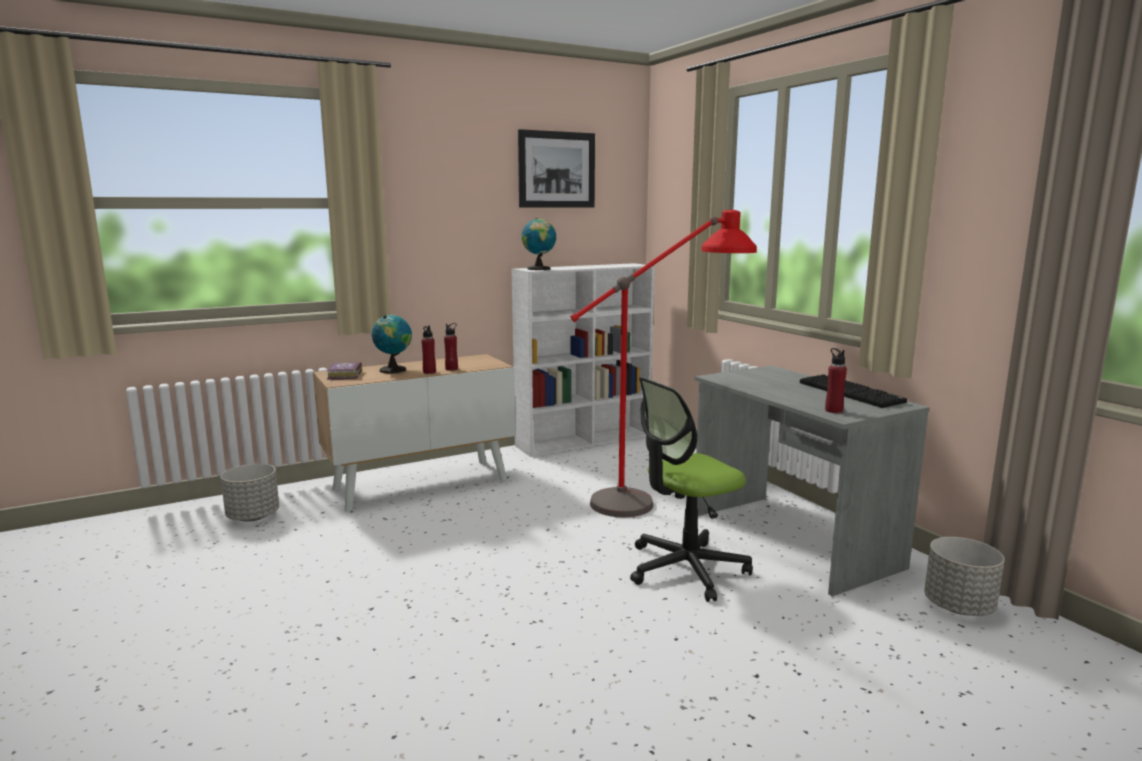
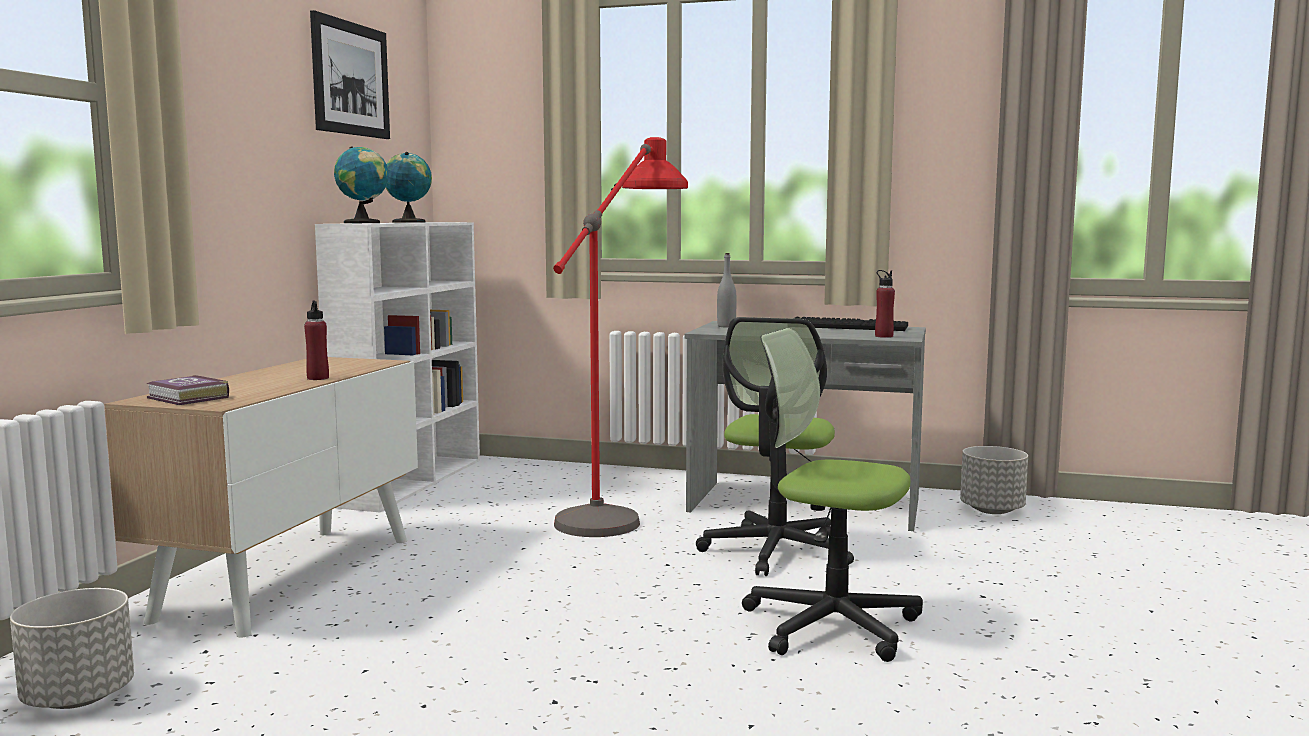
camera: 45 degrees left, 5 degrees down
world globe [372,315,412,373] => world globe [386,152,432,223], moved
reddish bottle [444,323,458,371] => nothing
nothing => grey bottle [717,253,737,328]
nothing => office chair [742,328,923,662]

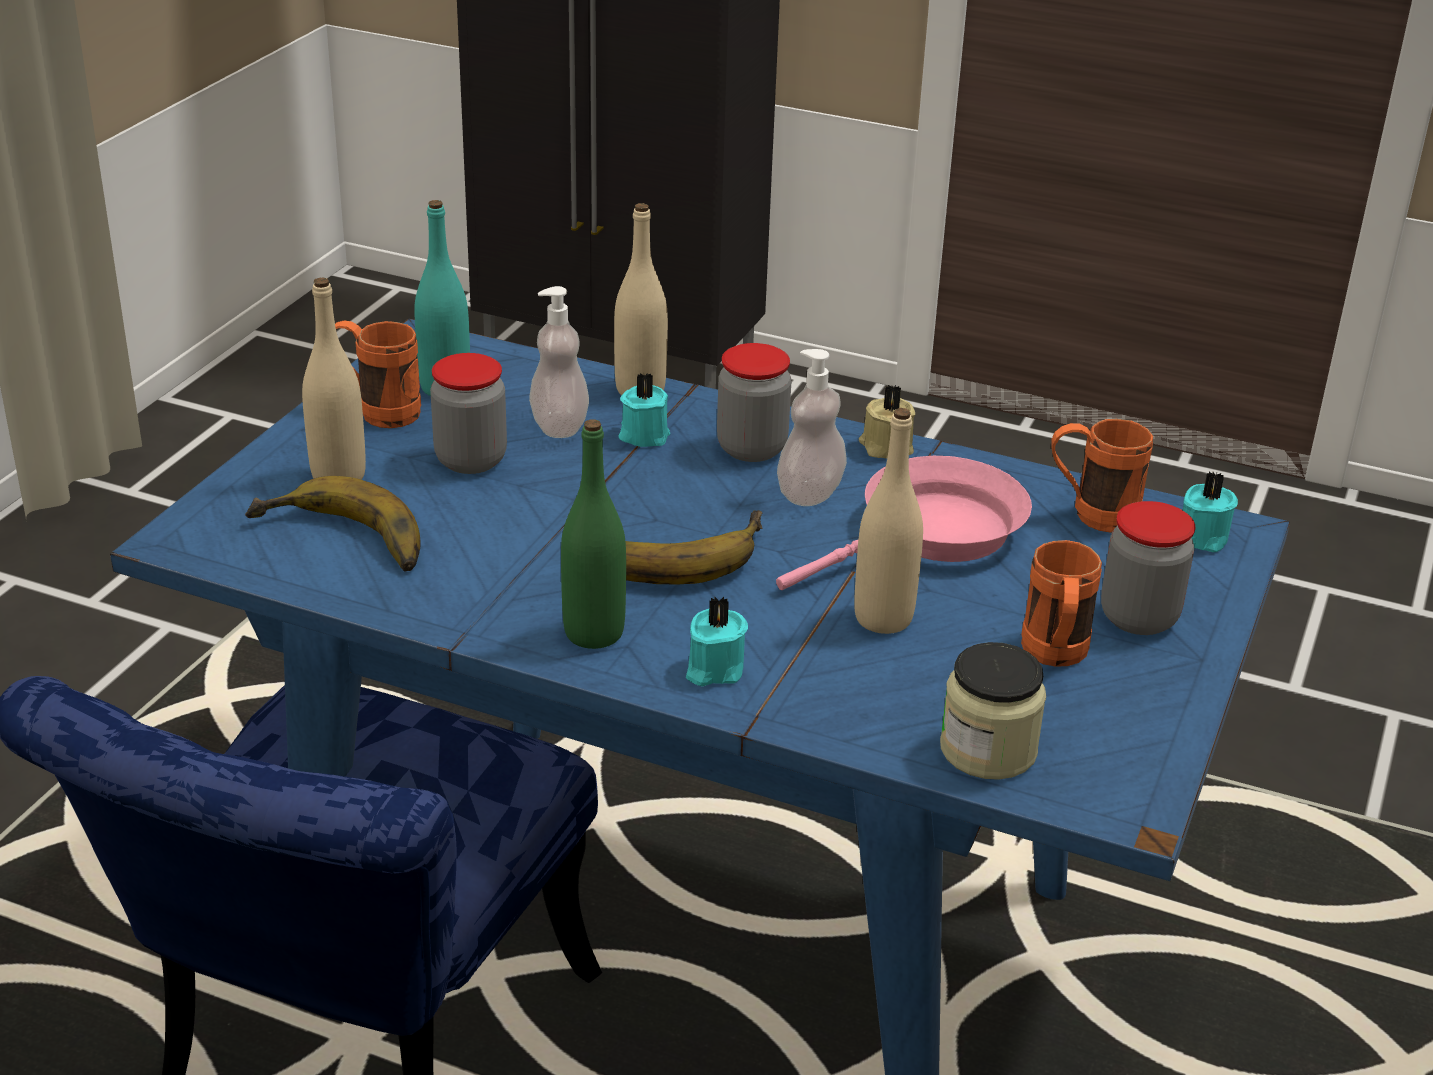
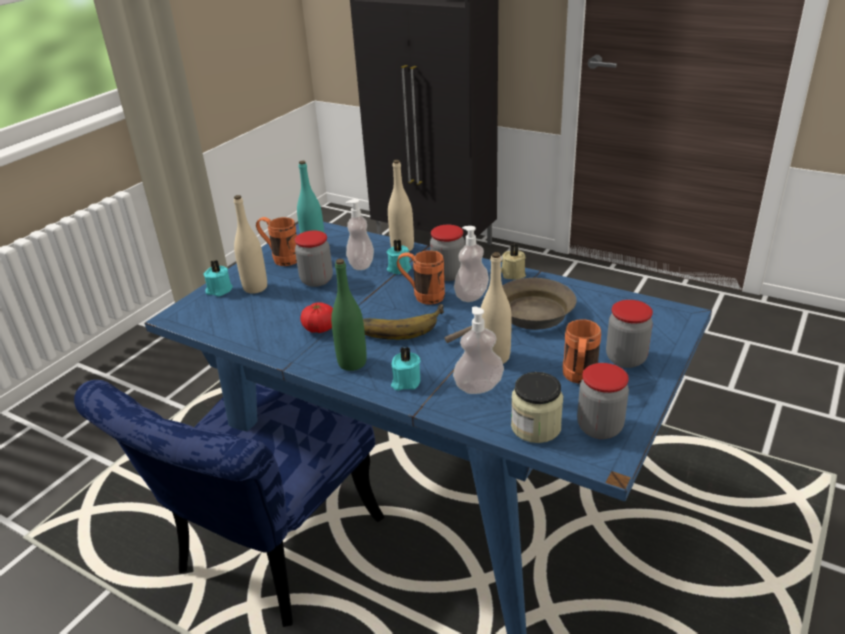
camera: 10 degrees right, 0 degrees up
whole banana [245,476,421,572] => nothing
pink-coloured pan [776,456,1032,590] => brownish pan [445,278,577,343]
orange tea mug [1051,419,1153,533] => orange tea mug [397,250,445,305], moved
turquoise candle [1183,472,1238,552] => turquoise candle [203,260,233,296], moved
nothing => whole tomato [300,302,333,333]
nothing => liquid soap bottle [453,306,504,394]
nothing => storage jar [577,363,629,439]

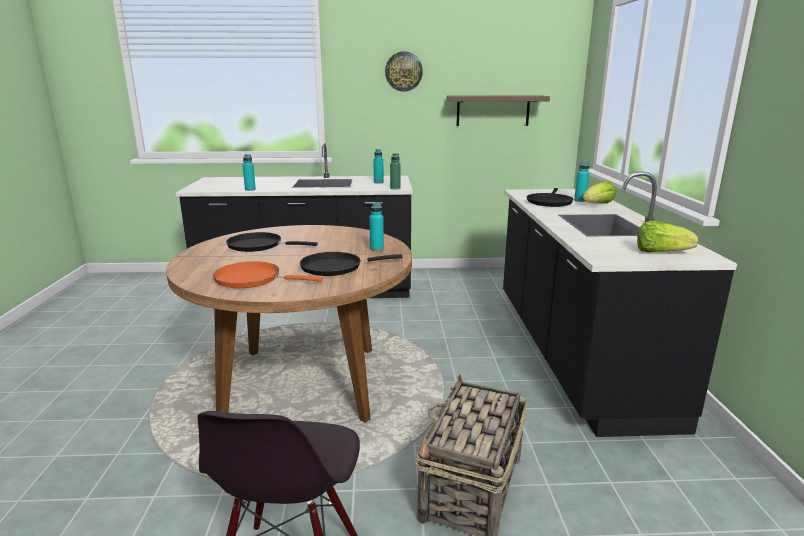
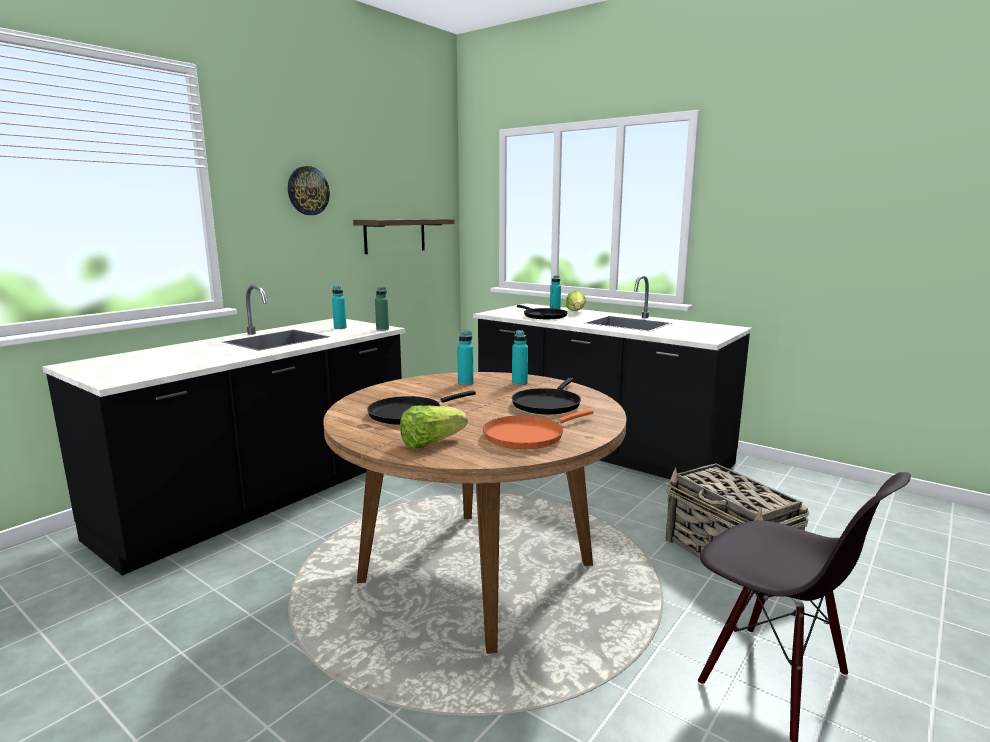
camera: 50 degrees left, 5 degrees down
turquoise bottle [243,154,256,191] => turquoise bottle [457,331,474,385], moved
head of lettuce [637,220,698,253] => head of lettuce [400,406,468,449], moved

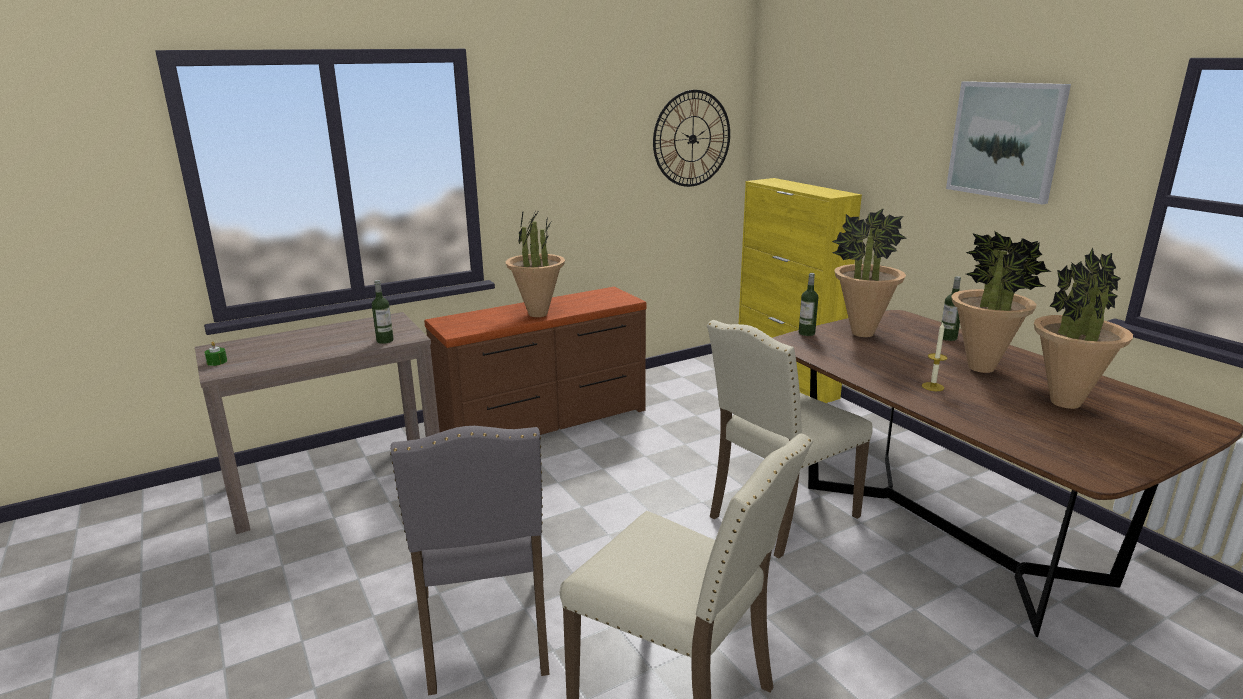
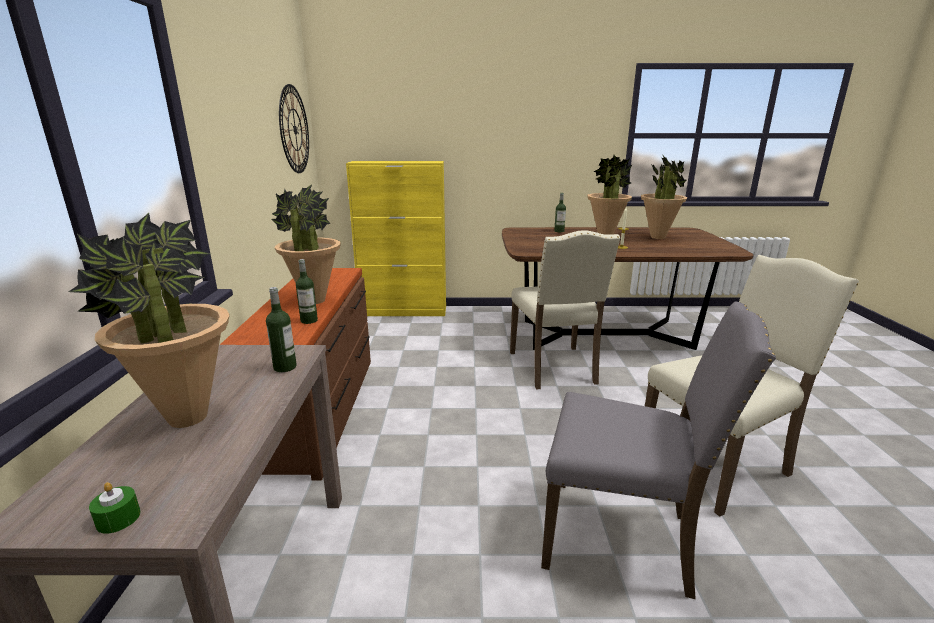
camera: 60 degrees left, 0 degrees up
bottle [799,273,818,336] => bottle [296,259,318,324], moved
potted plant [832,208,906,337] => potted plant [69,213,230,428], moved
picture [946,81,1071,205] => nothing

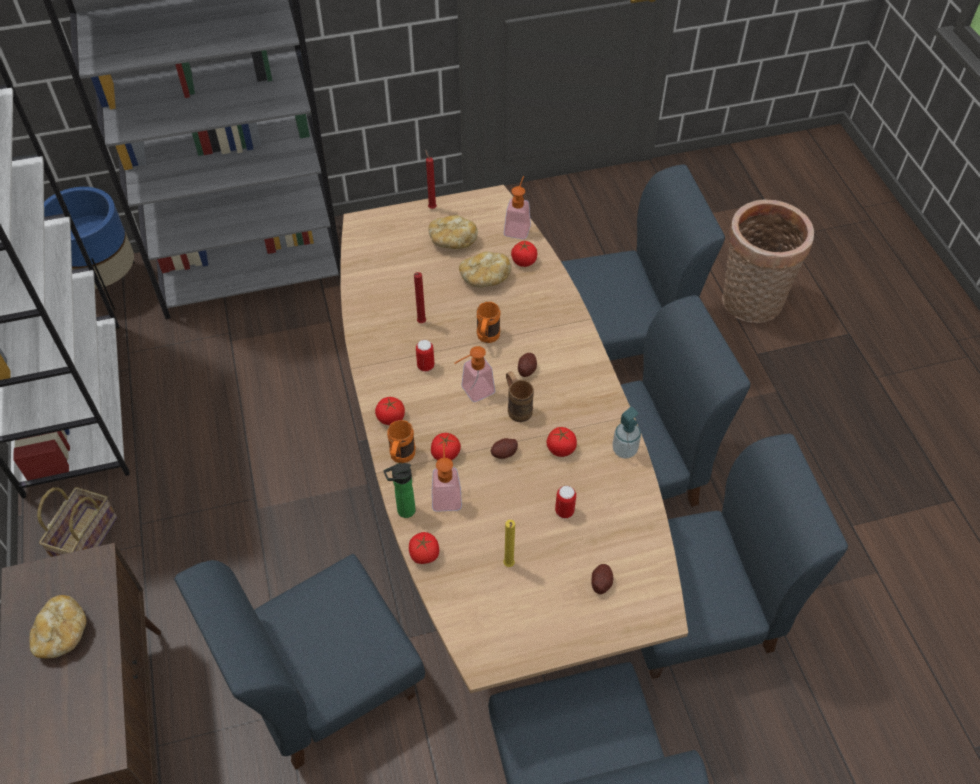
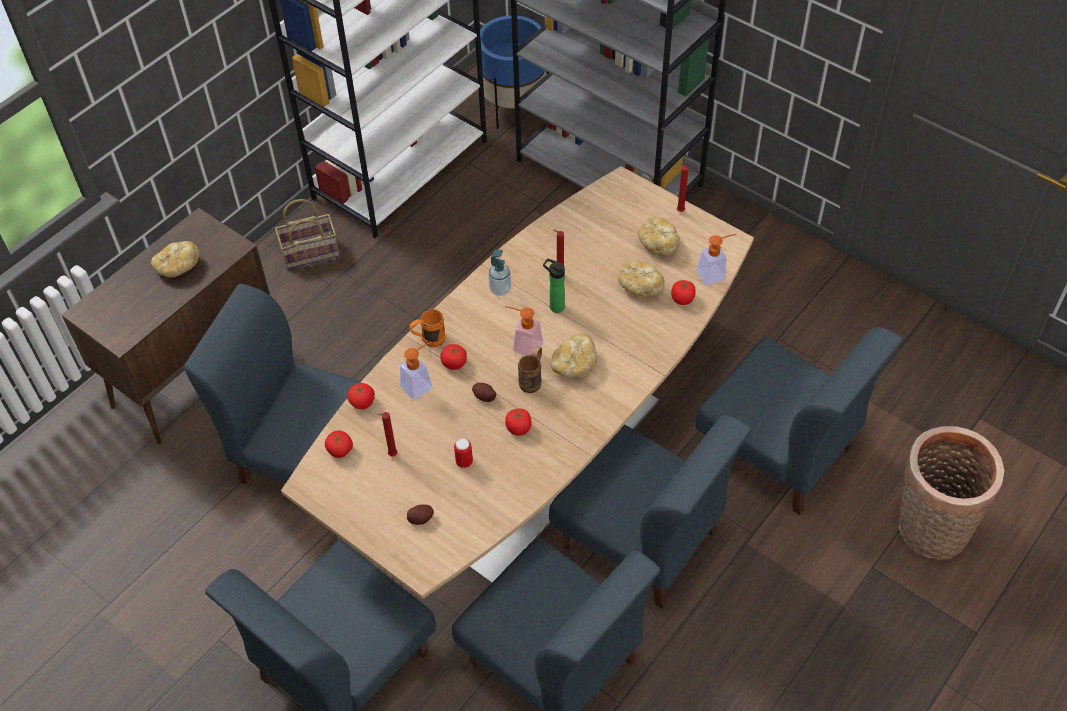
camera: 55 degrees right, 0 degrees up
whole tomato [375,397,405,425] => whole tomato [325,430,353,458], moved
bottle [384,463,416,518] => bottle [543,258,565,313], moved
metal can [416,340,434,372] => nothing
orange tea mug [477,302,500,343] => nothing
yellow candle [503,520,515,567] => reddish candle [377,412,398,457]
potato [518,353,537,377] => bakery bread [550,333,597,378]
liquid soap bottle [612,407,641,459] => liquid soap bottle [488,250,511,296], moved

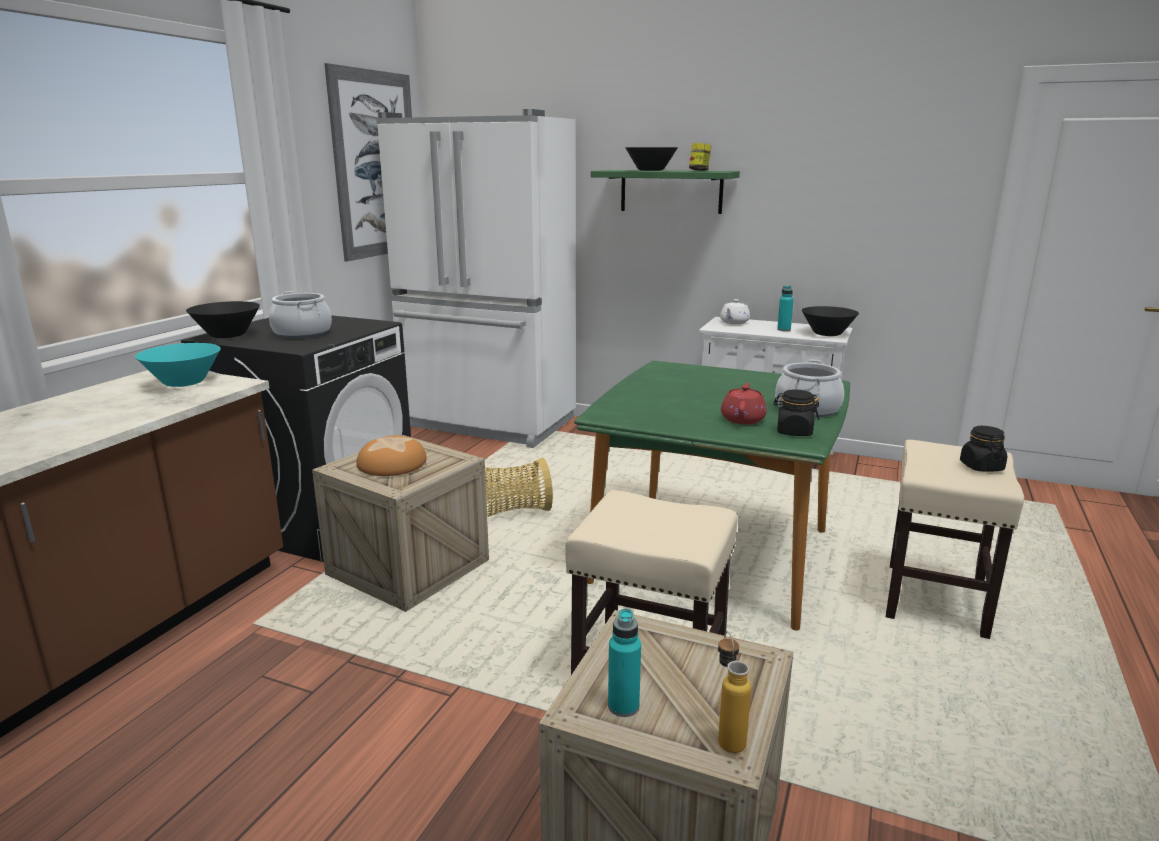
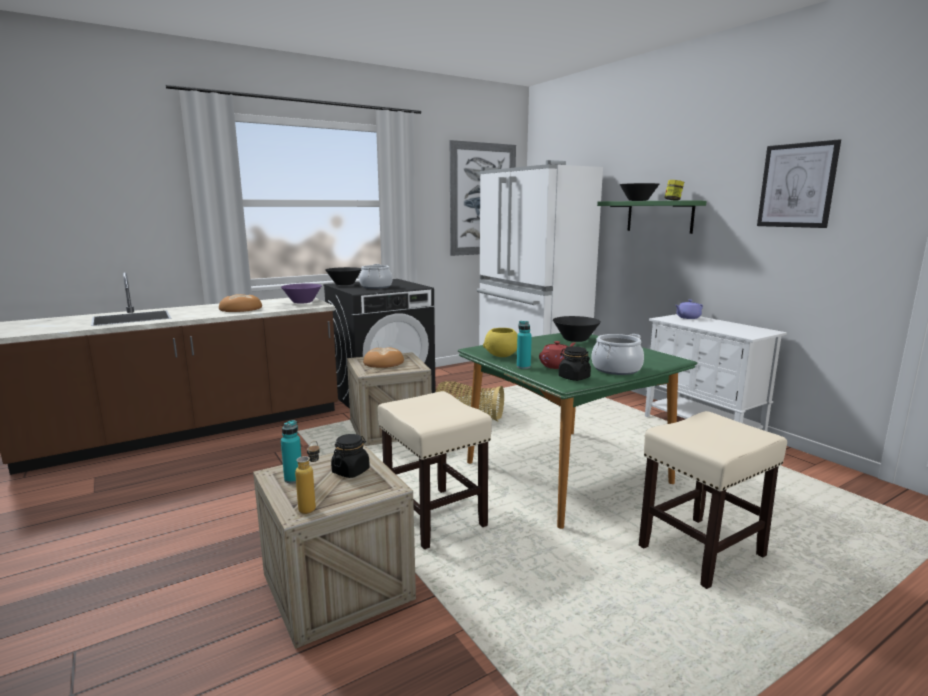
camera: 35 degrees right, 5 degrees down
turquoise deep dish [135,343,221,387] => purple deep dish [281,283,322,304]
white pot for tea [720,299,750,324] => purple pot for tea [675,300,703,319]
turquoise bottle [777,286,794,331] => turquoise bottle [517,321,532,369], moved
black deep dish [802,306,859,336] => black deep dish [553,316,601,342], moved
black storage jar [960,426,1007,472] => black storage jar [331,434,370,478], moved
nothing => bakery bread [219,294,262,312]
nothing => yellow deep dish [483,328,518,357]
nothing => picture [757,139,841,228]

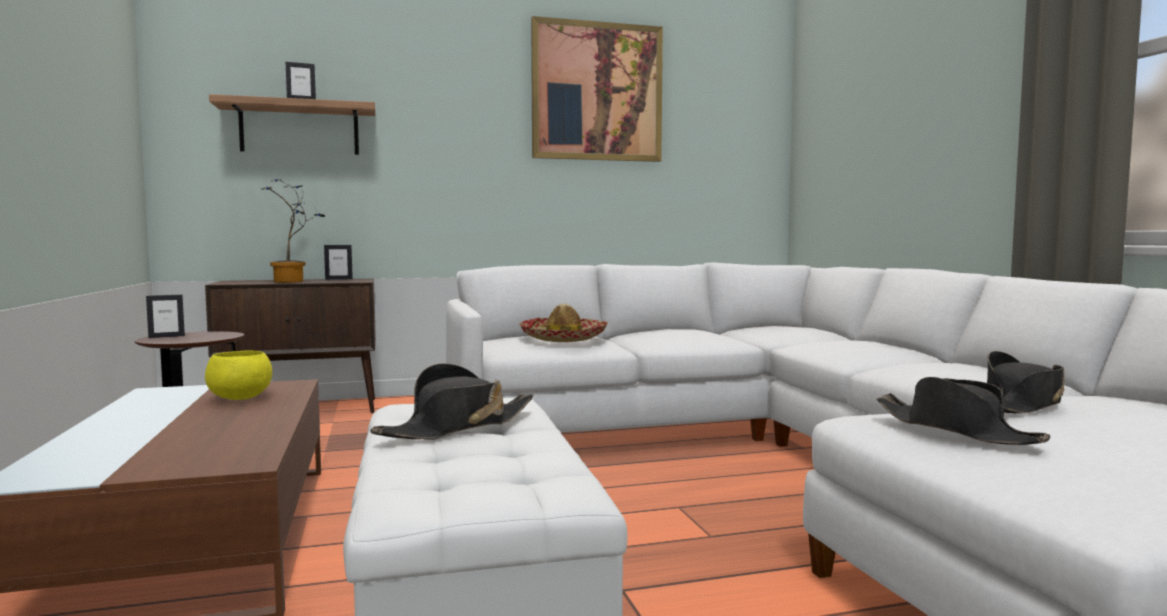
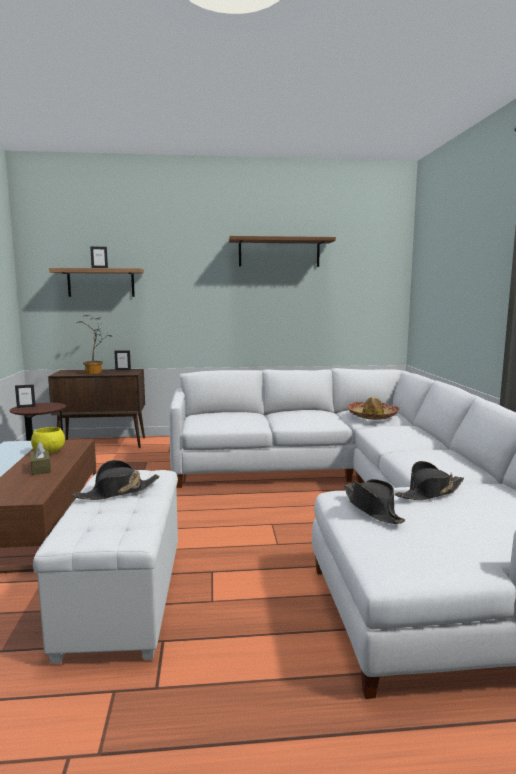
camera: 10 degrees right, 5 degrees up
wearable hat [519,304,608,342] => wearable hat [347,396,400,420], moved
picture [531,16,663,162] => brownish wall shelf [229,236,336,267]
nothing => brownish tissue holder [30,442,51,475]

